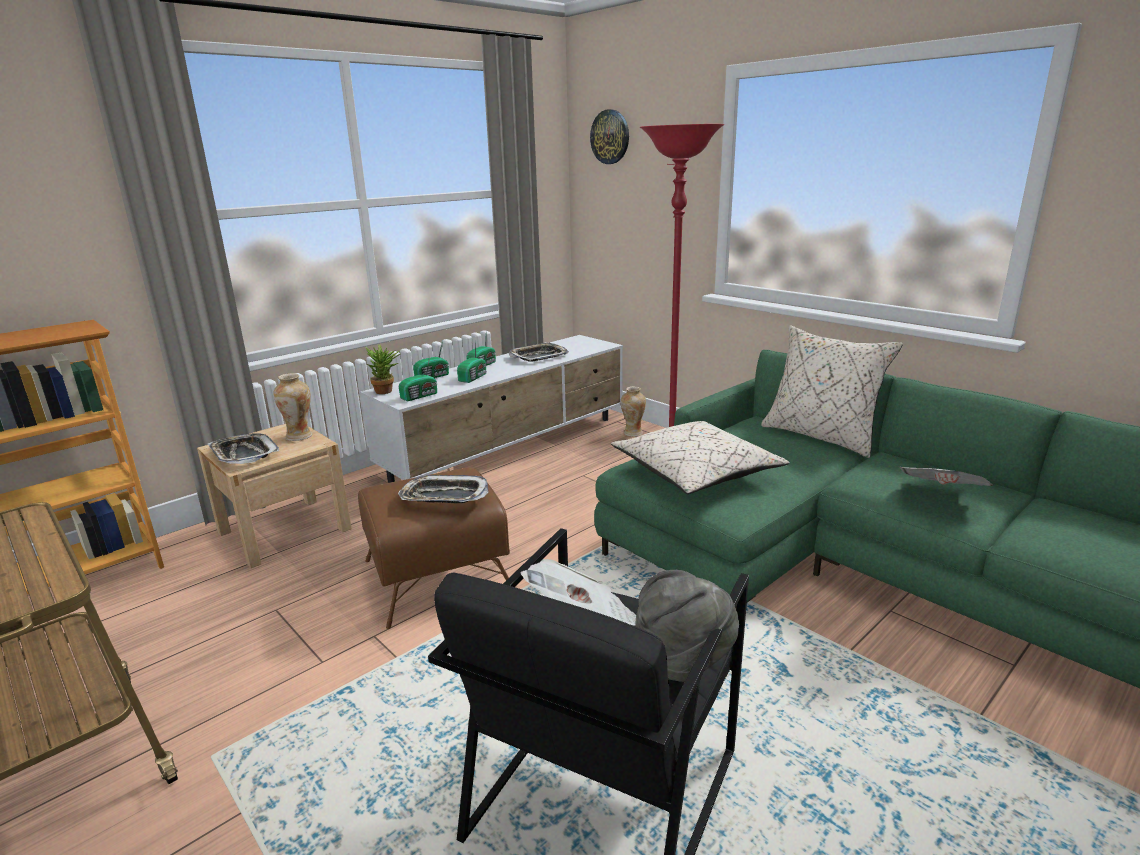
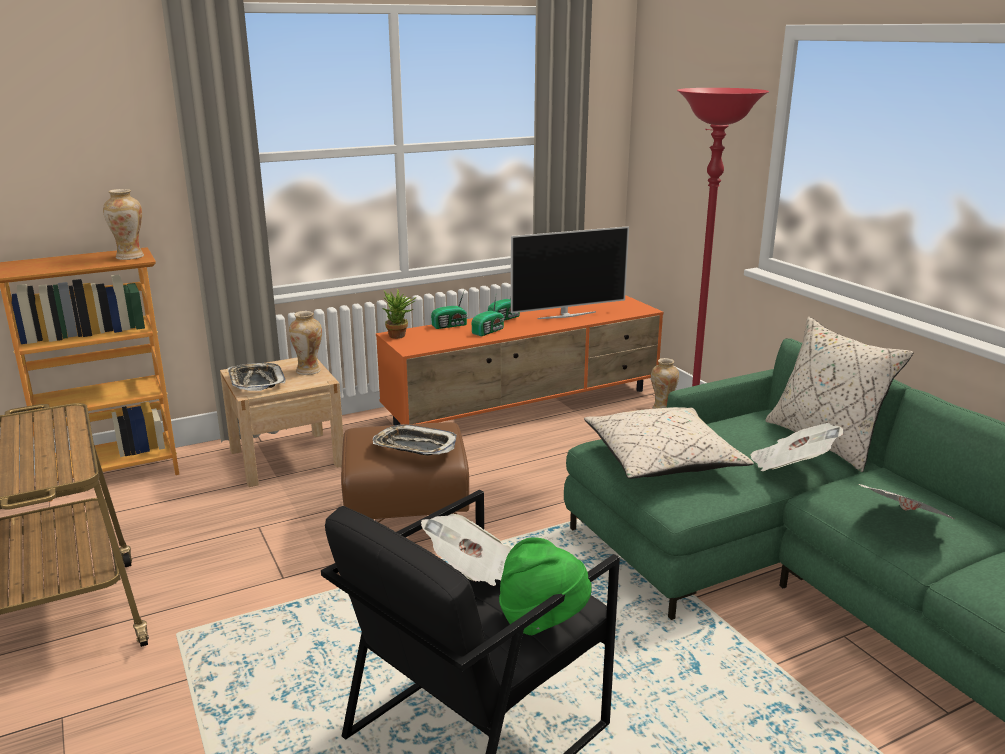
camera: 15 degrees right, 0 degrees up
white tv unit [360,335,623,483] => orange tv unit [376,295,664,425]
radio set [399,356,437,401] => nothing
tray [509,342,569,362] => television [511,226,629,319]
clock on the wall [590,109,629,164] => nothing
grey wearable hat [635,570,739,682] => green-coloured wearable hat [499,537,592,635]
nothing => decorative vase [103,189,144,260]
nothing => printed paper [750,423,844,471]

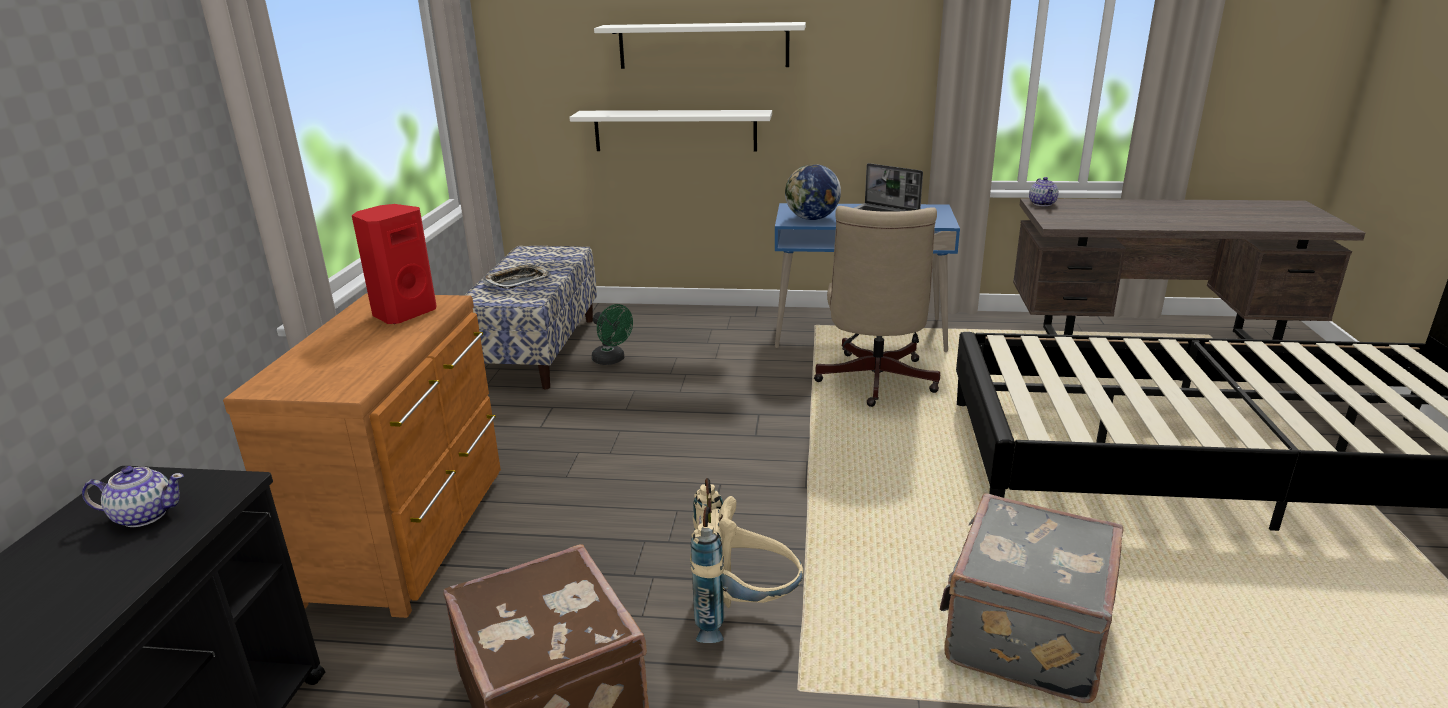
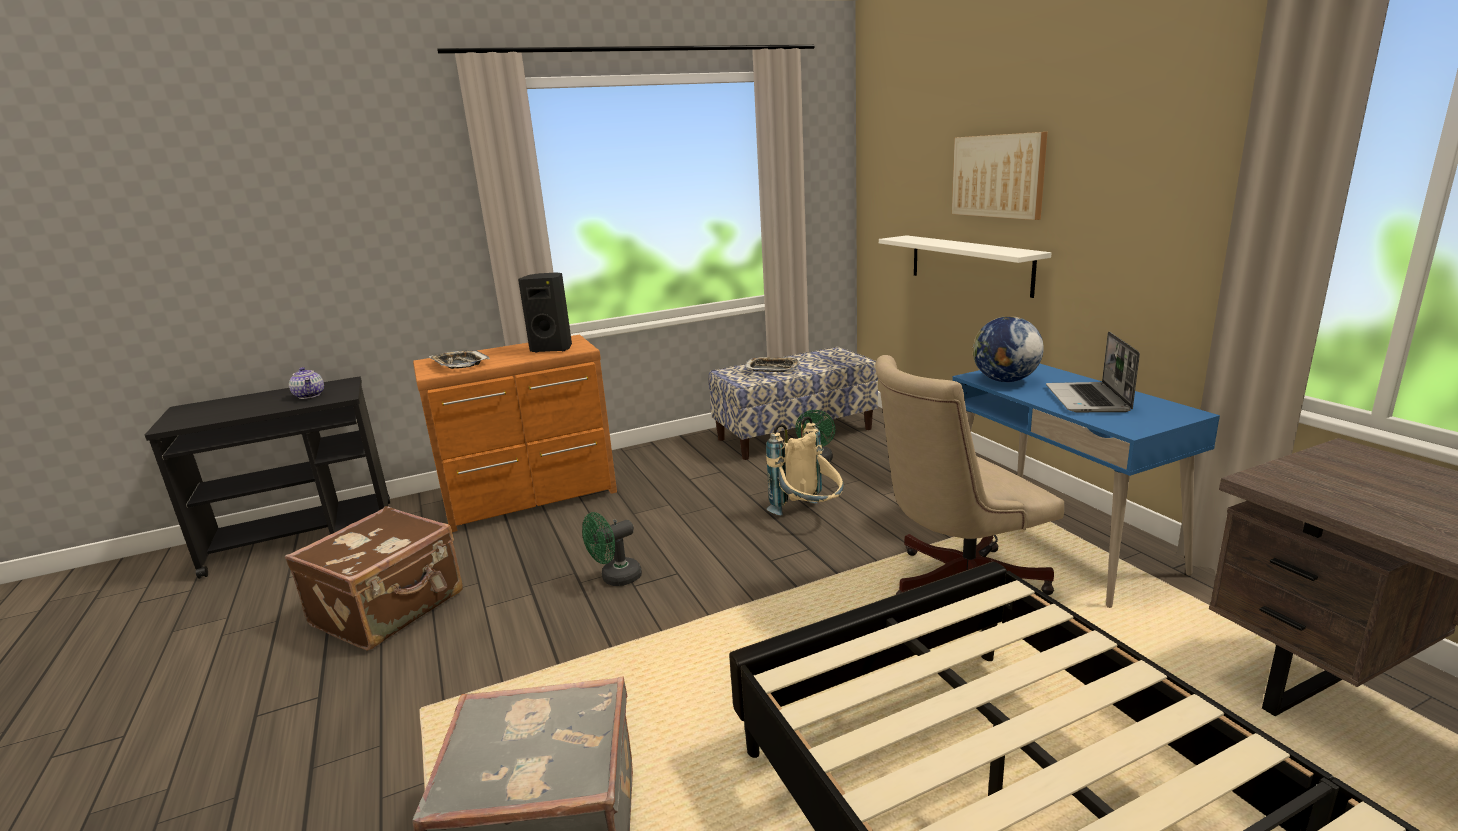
camera: 60 degrees right, 5 degrees down
reddish speaker [352,204,437,324] => black speaker [518,273,572,353]
white wall shelf [594,22,806,69] => picture [952,132,1047,220]
beige knapsack [690,478,803,643] => beige knapsack [766,416,844,516], moved
pot for tea [1029,177,1059,206] => nothing
nothing => tray [429,350,490,369]
nothing => green-coloured electric fan [582,512,642,586]

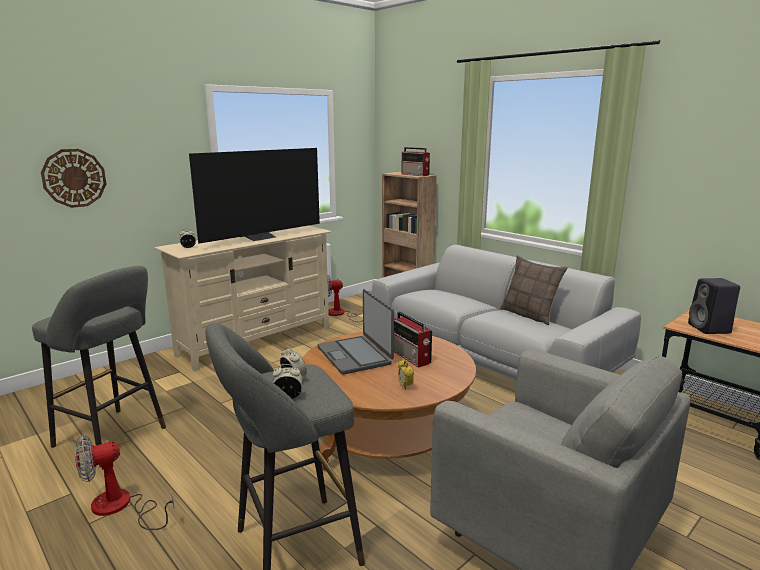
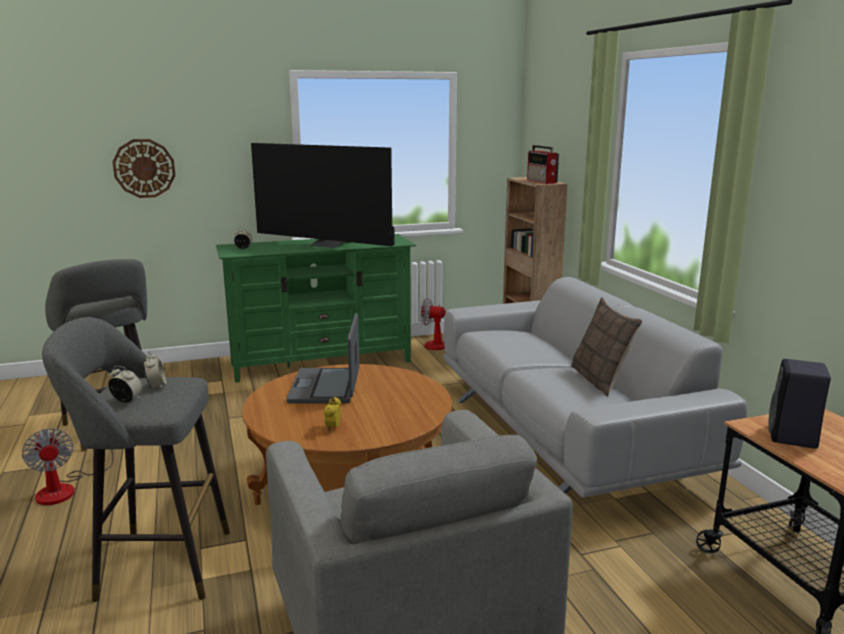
camera: 25 degrees right, 0 degrees up
electric fan [75,435,174,530] => electric fan [22,429,113,505], 120 degrees counterclockwise
beige tv unit [155,226,332,371] => green-coloured tv unit [216,234,416,383]
television [189,148,320,244] => television [251,143,395,248], 45 degrees clockwise
radio set [394,312,432,368] => nothing

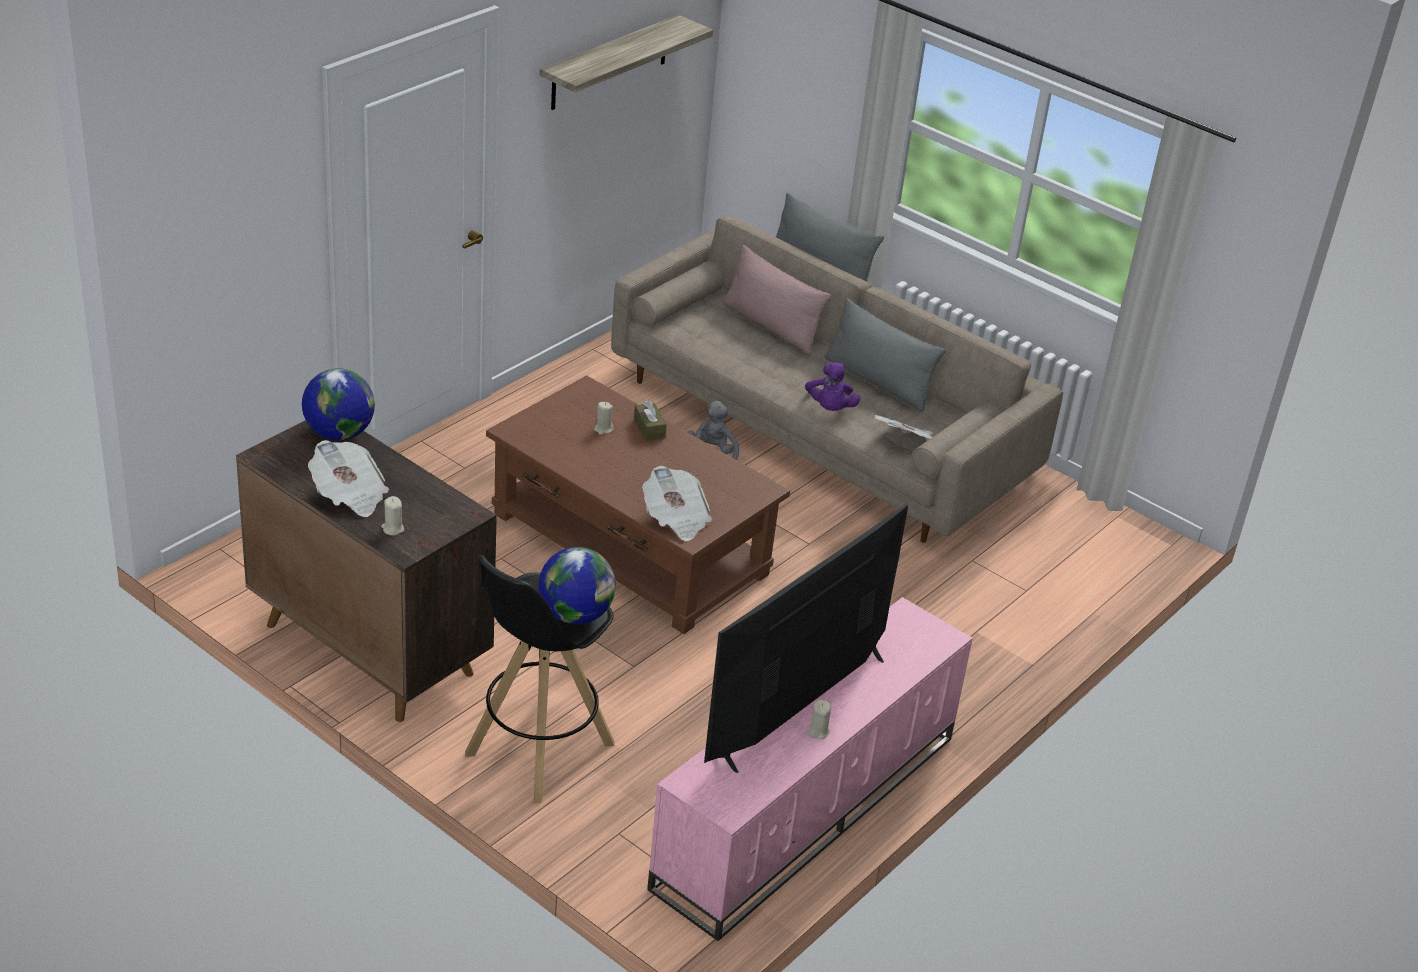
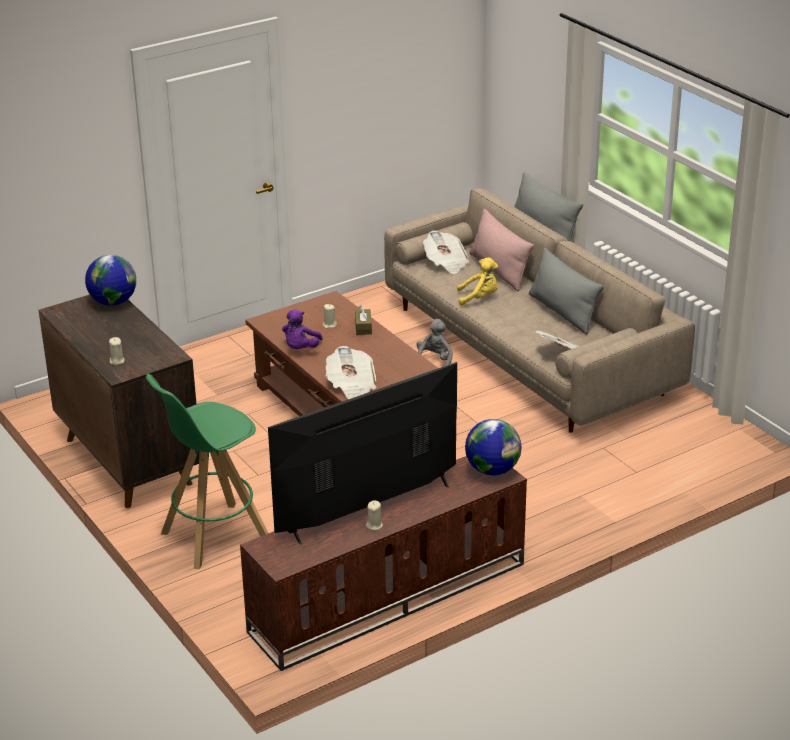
camera: 20 degrees right, 5 degrees down
printed paper [308,440,389,517] => printed paper [423,231,469,274], moved
black stool seat [465,555,614,803] => green-coloured stool seat [146,374,268,569]
world globe [538,547,616,624] => world globe [465,419,522,475], moved
wall shelf [540,15,713,110] => nothing
pink-coloured tv unit [647,597,973,941] => brownish tv unit [240,456,527,671]
purple soft toy [805,362,860,411] => purple soft toy [282,309,323,349], moved
nothing => yellow soft toy [457,258,498,306]

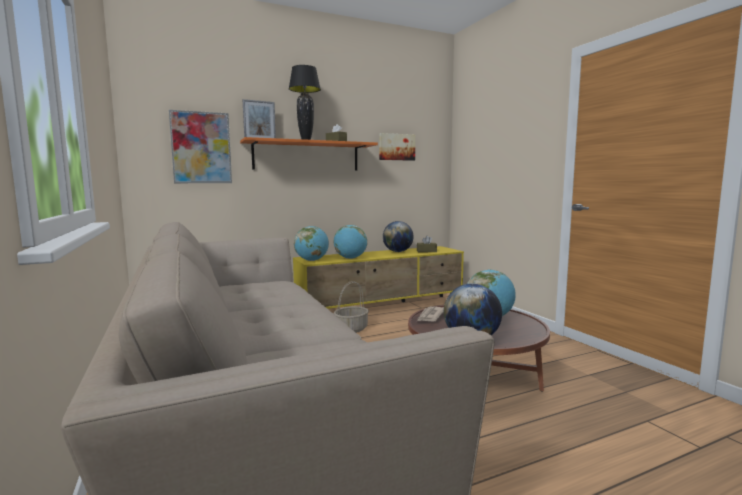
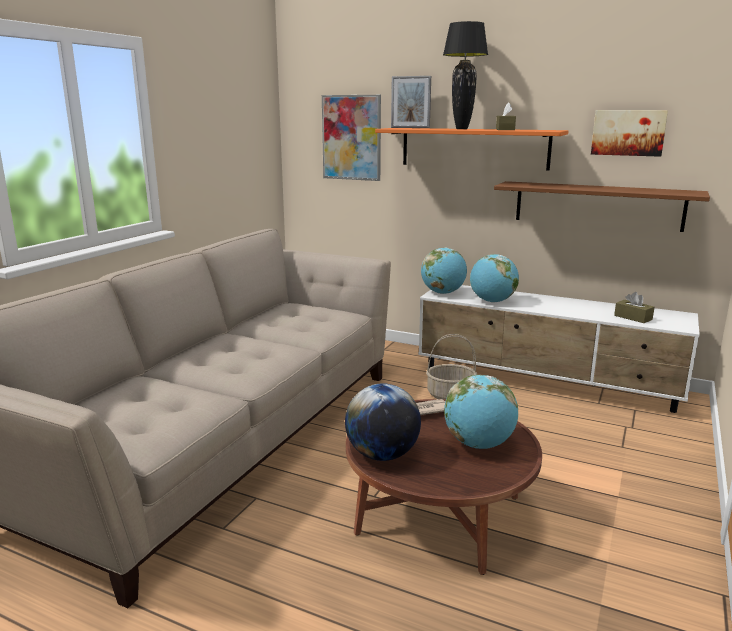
camera: 50 degrees right, 10 degrees up
yellow tv unit [293,246,464,309] => white tv unit [418,285,700,413]
world globe [383,221,414,252] => nothing
nothing => brownish wall shelf [494,181,710,232]

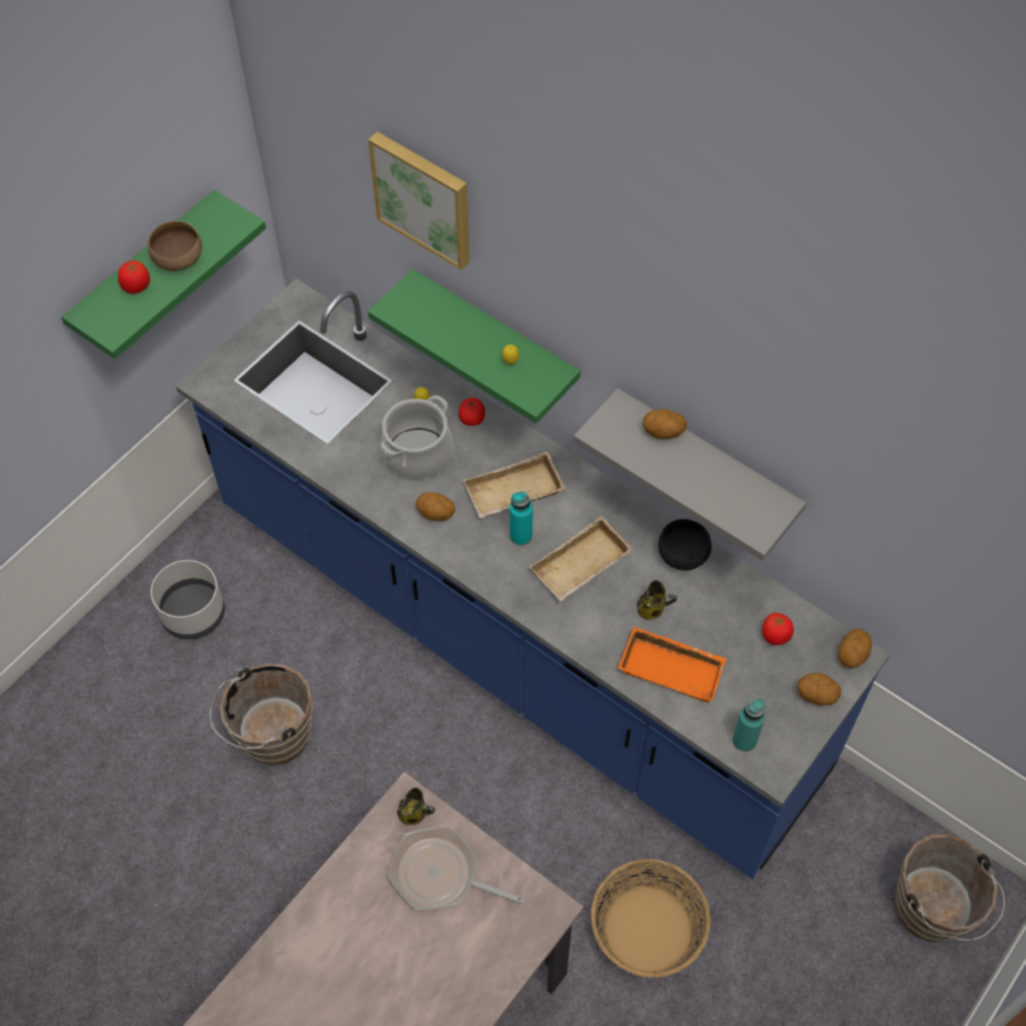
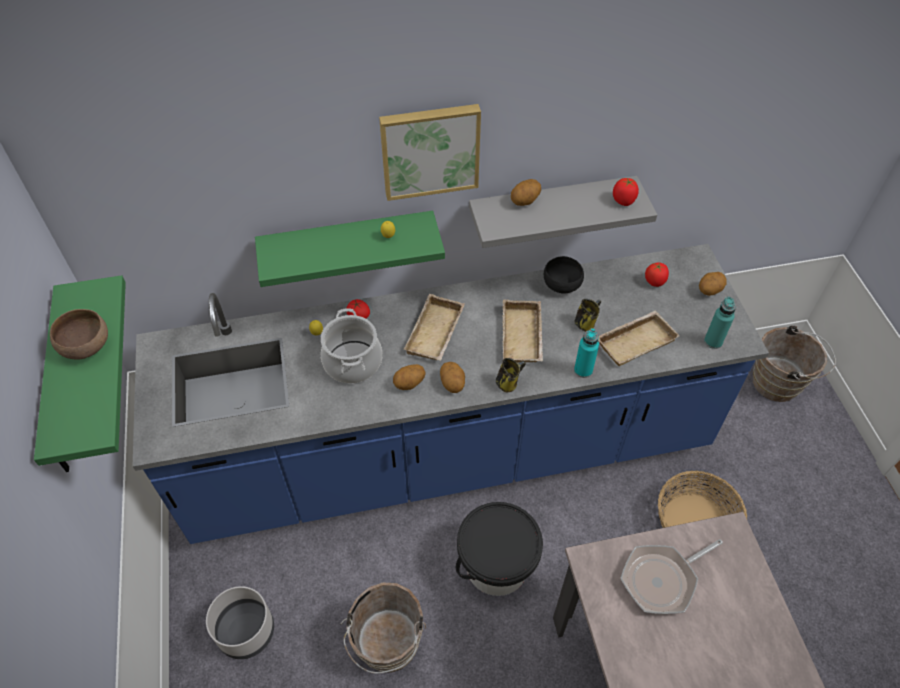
camera: 50 degrees left, 5 degrees down
whole tomato [118,261,150,294] => whole tomato [613,178,639,206], moved
picture [368,132,470,270] => picture [379,104,481,201], moved
tea mug [397,788,435,825] => tea mug [496,358,526,392], moved
turquoise bottle [510,491,533,546] => turquoise bottle [574,328,599,378], moved
orange tray [618,627,727,702] => beige tray [598,311,679,366]
potato [838,629,872,668] => potato [440,362,465,393], moved
nothing => black water bucket [456,502,543,596]

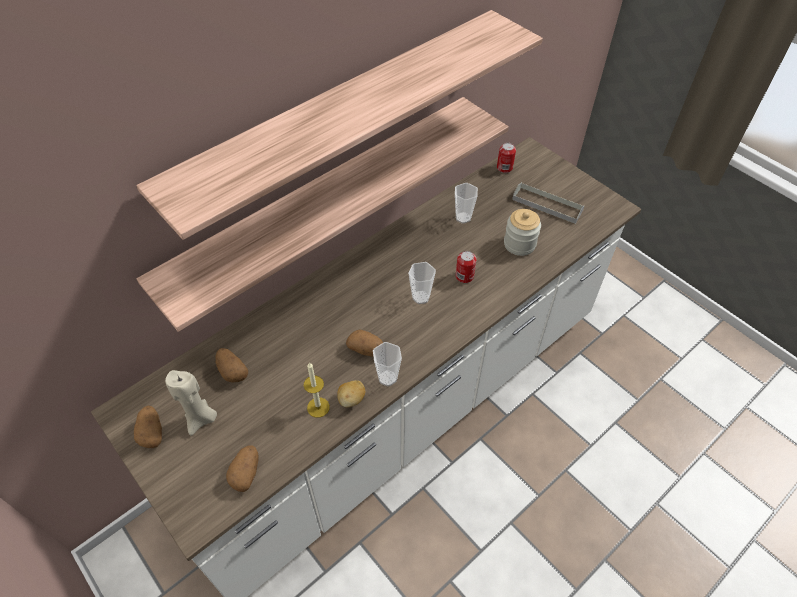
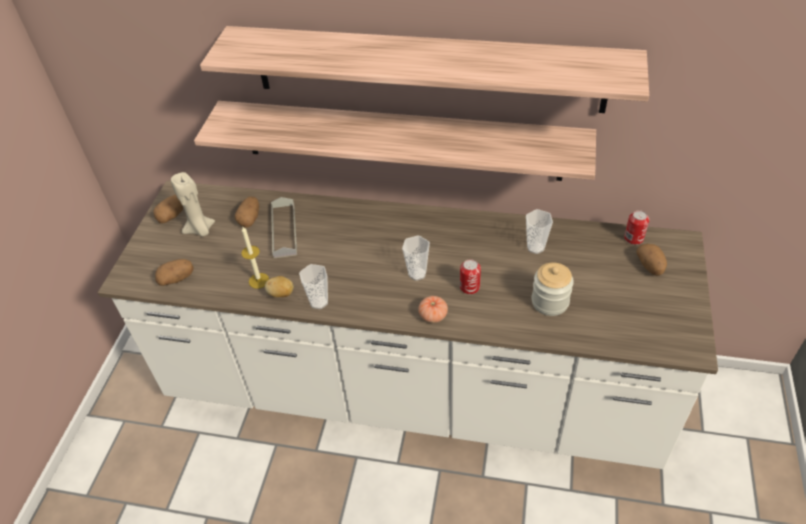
camera: 55 degrees right, 5 degrees down
potato [346,330,383,357] => potato [636,244,667,276], moved
grey tray [512,182,585,224] => grey tray [271,197,297,258], moved
nothing => whole tomato [418,296,448,323]

